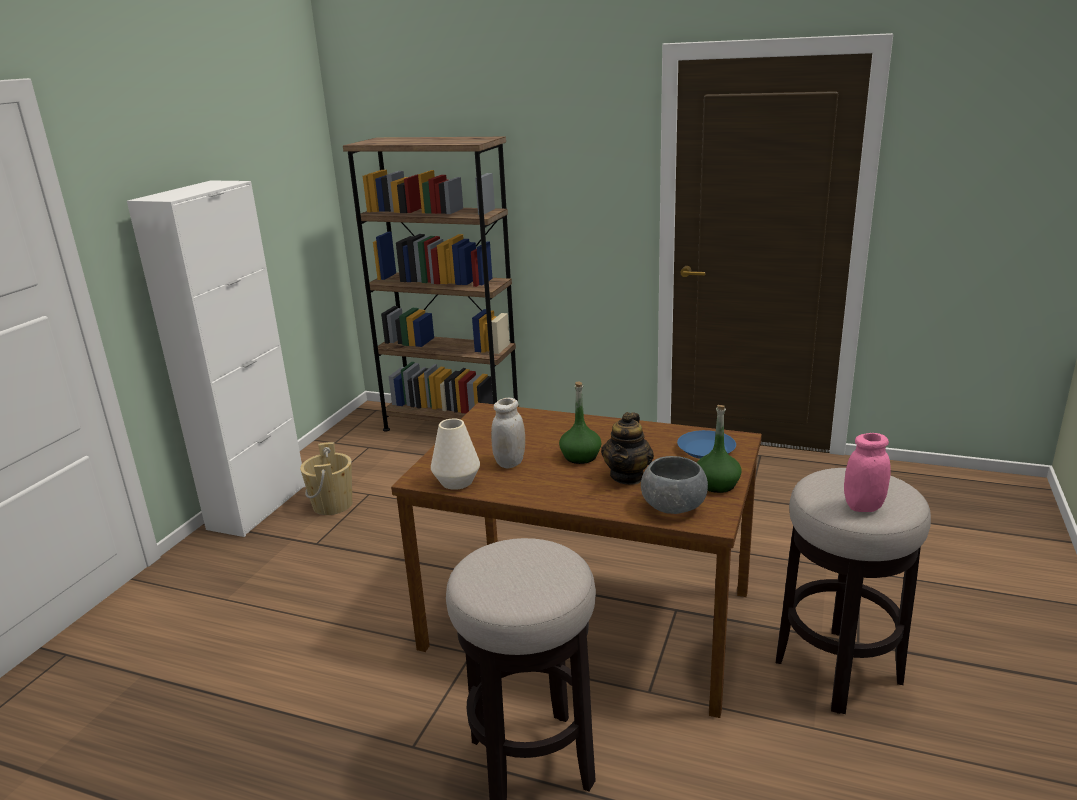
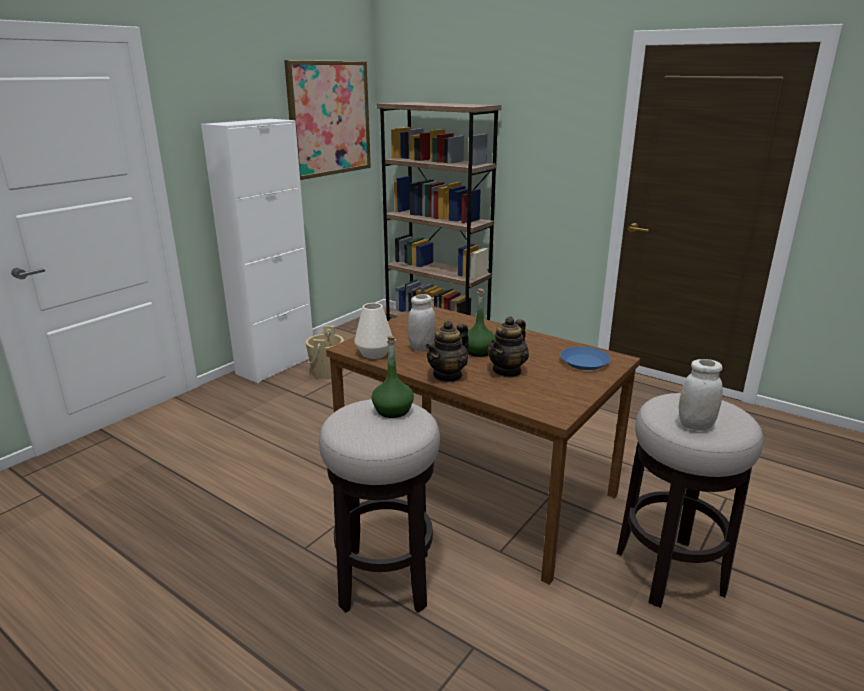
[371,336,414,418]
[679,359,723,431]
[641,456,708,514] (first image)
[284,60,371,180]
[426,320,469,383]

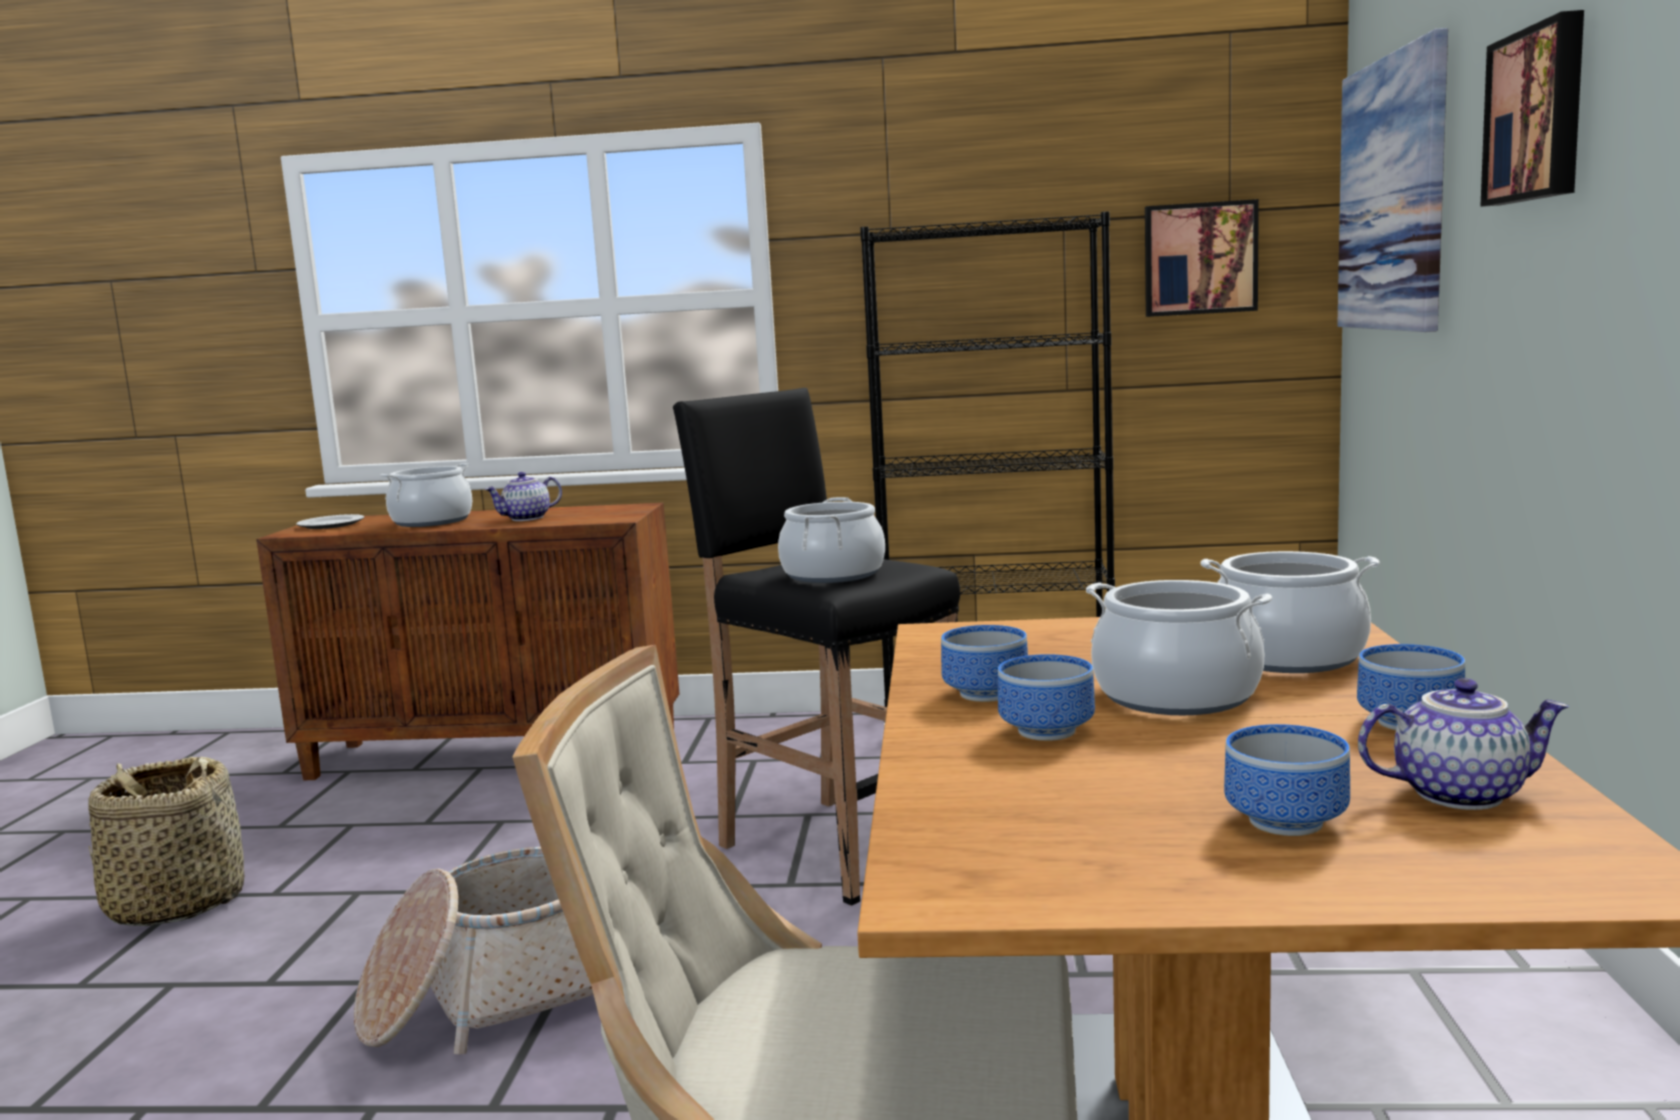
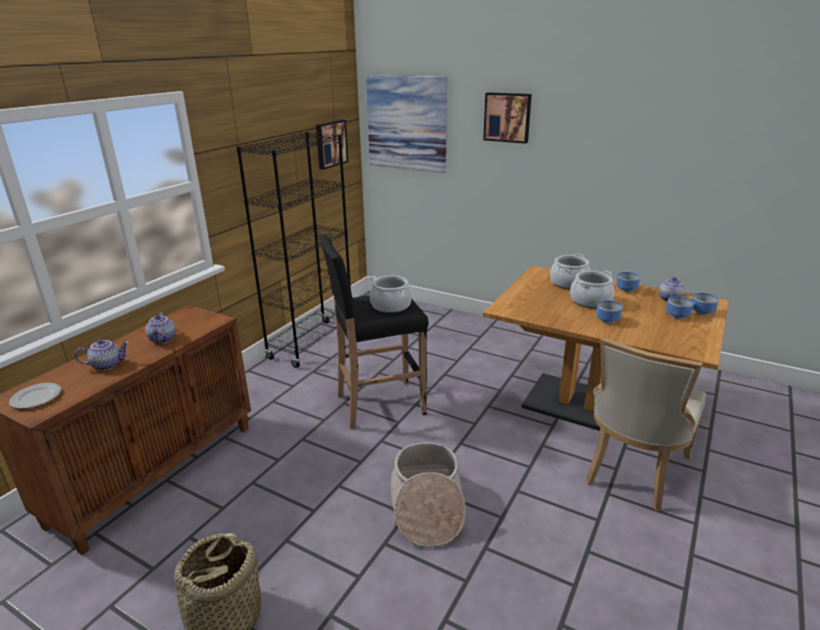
[75,339,129,371]
[692,293,719,315]

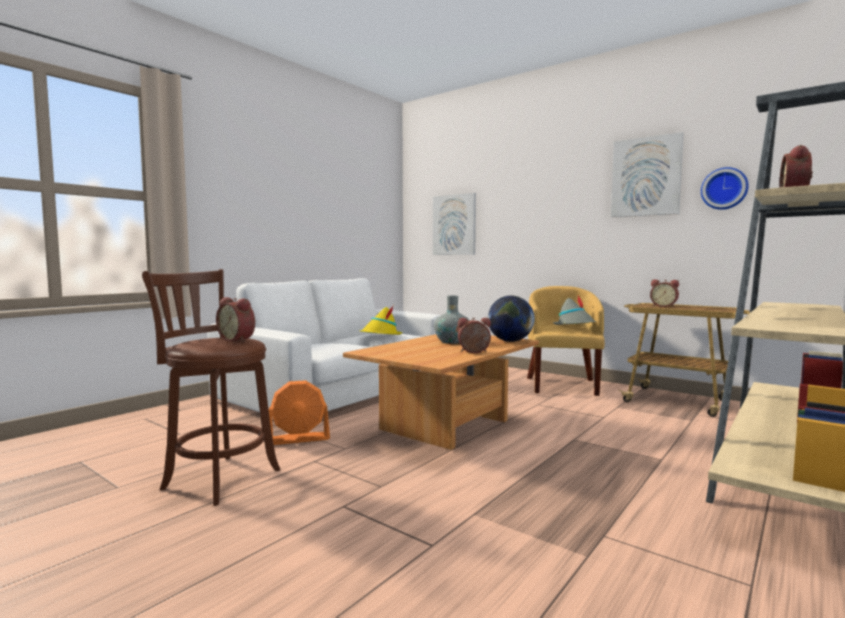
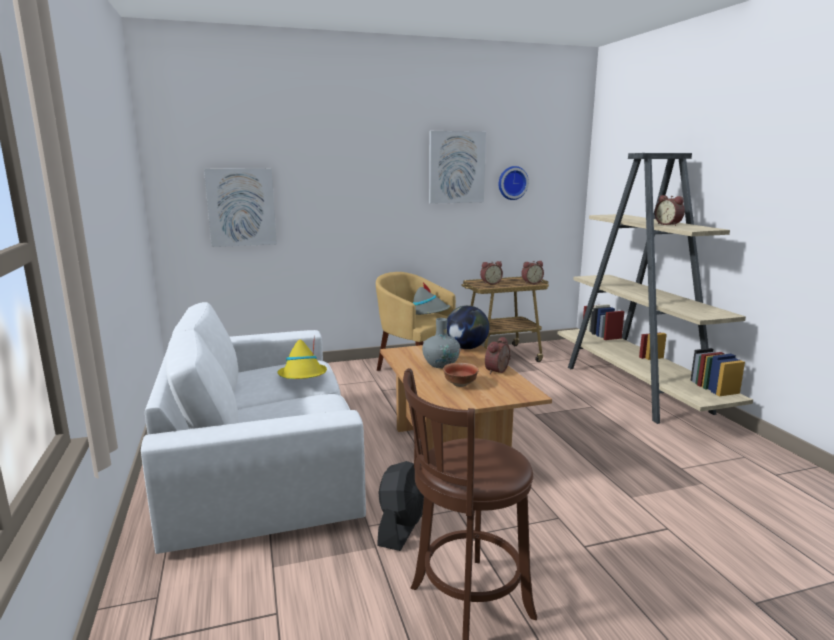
[521,261,544,284]
[377,461,424,551]
[443,363,479,387]

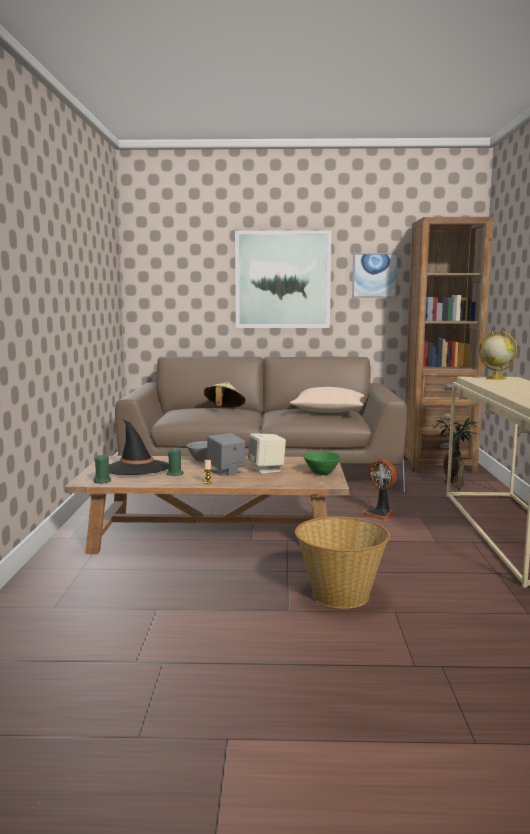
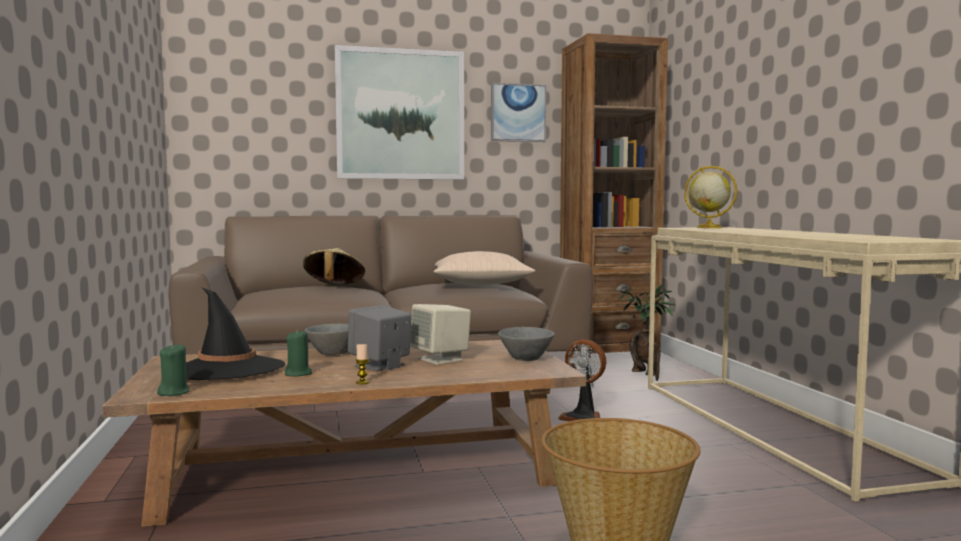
[498,327,555,361]

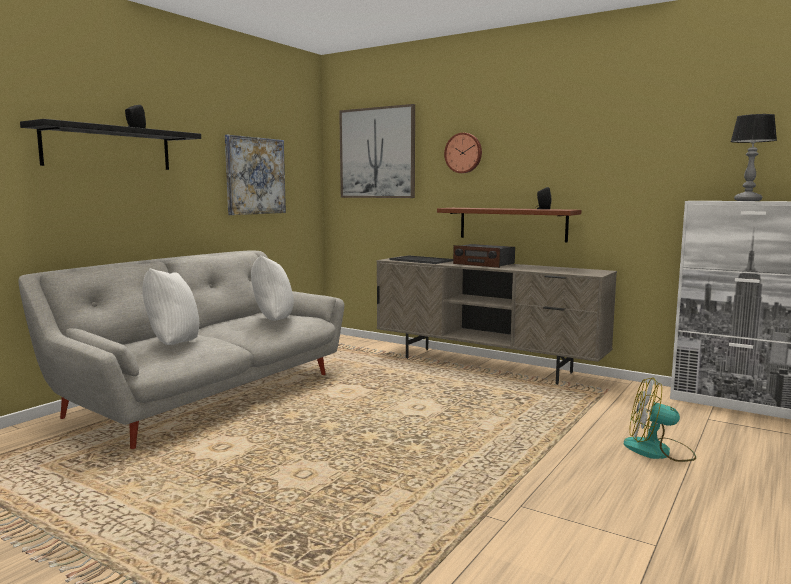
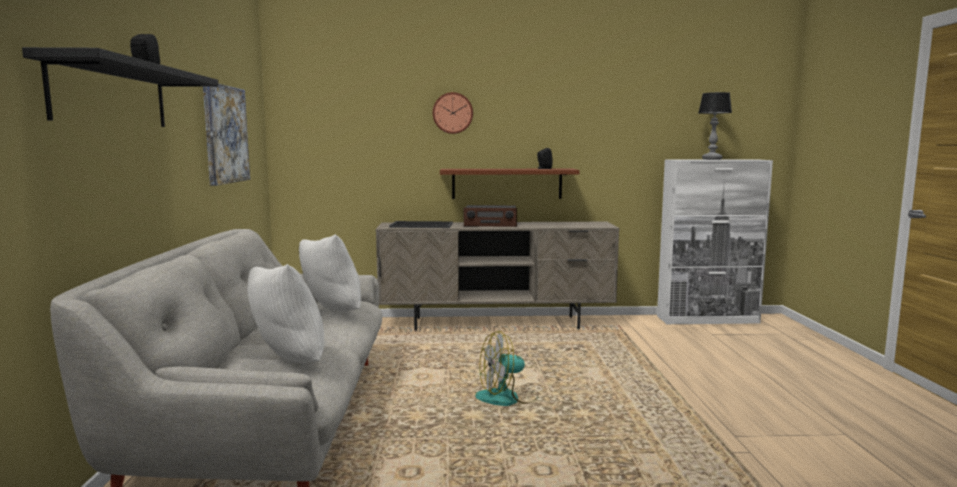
[339,104,415,198] (first image)
[475,331,538,406]

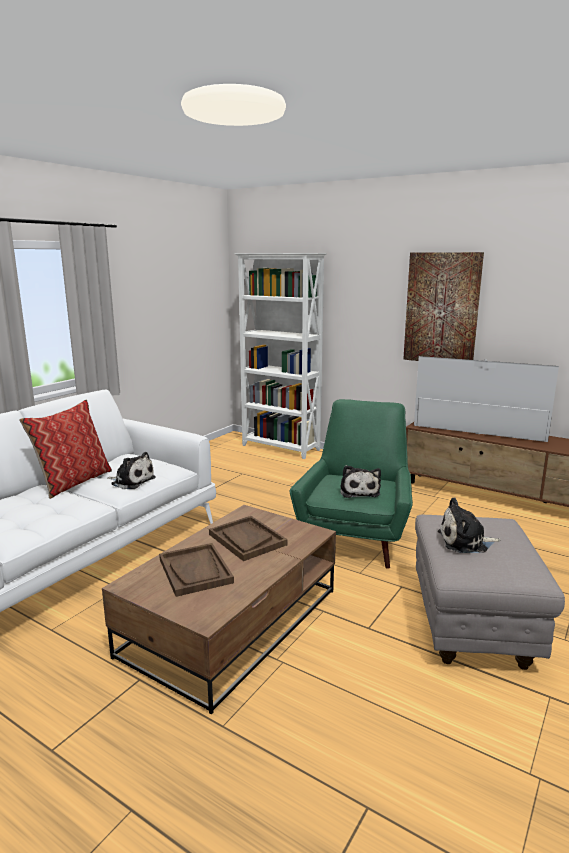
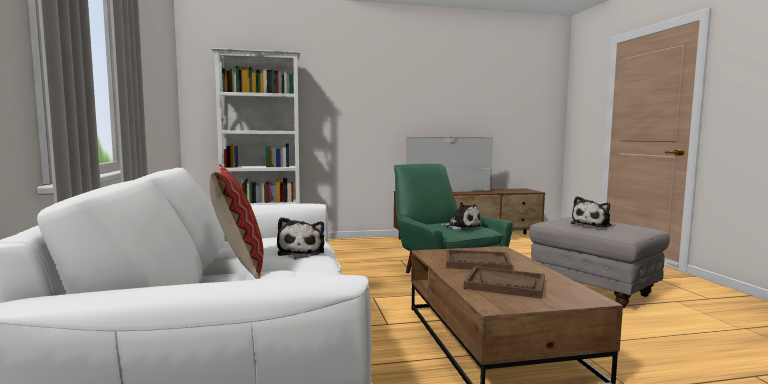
[403,252,484,361] (first image)
[277,217,324,256]

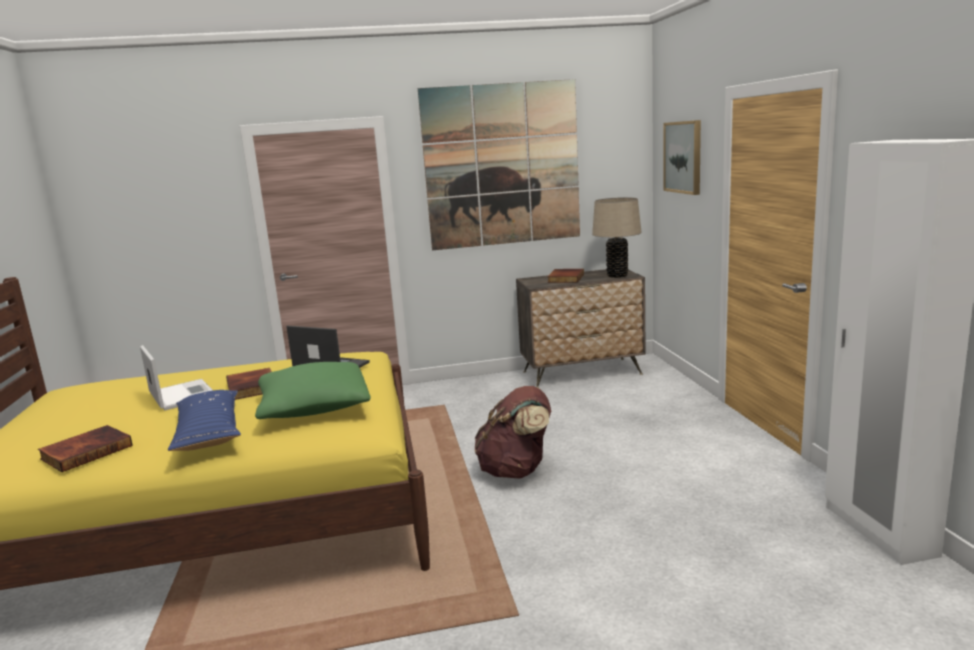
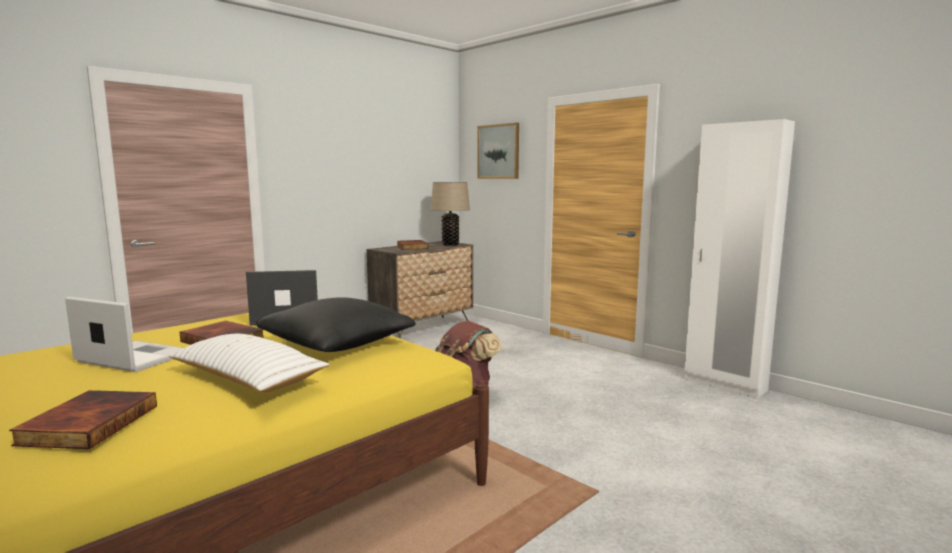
[418,79,580,250] (first image)
[257,297,416,352]
[169,334,330,392]

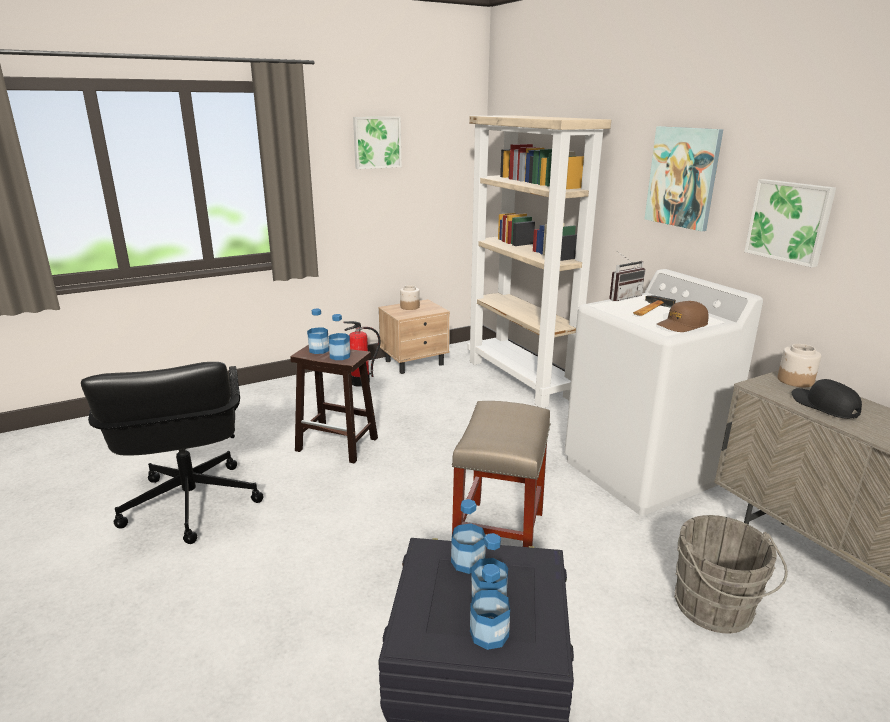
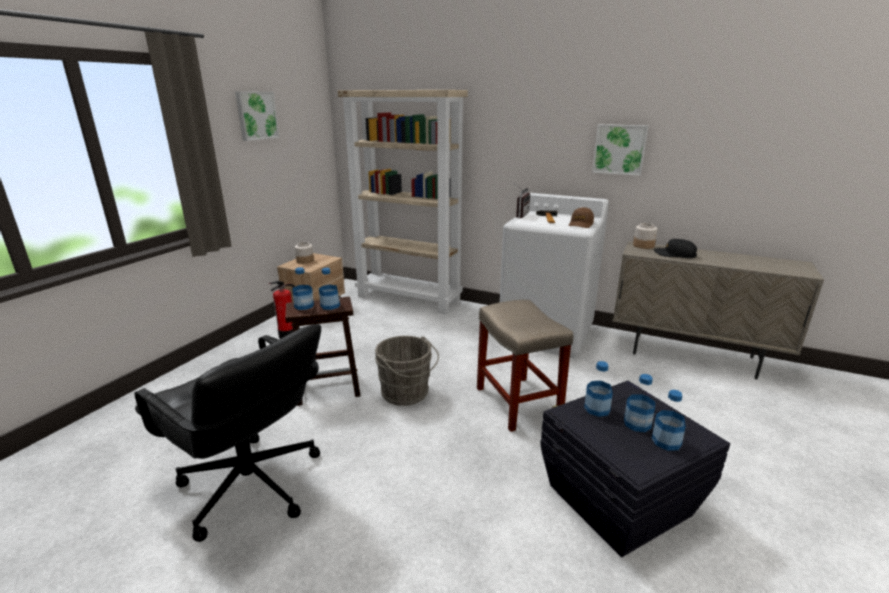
[645,126,723,232] (first image)
[375,336,439,406]

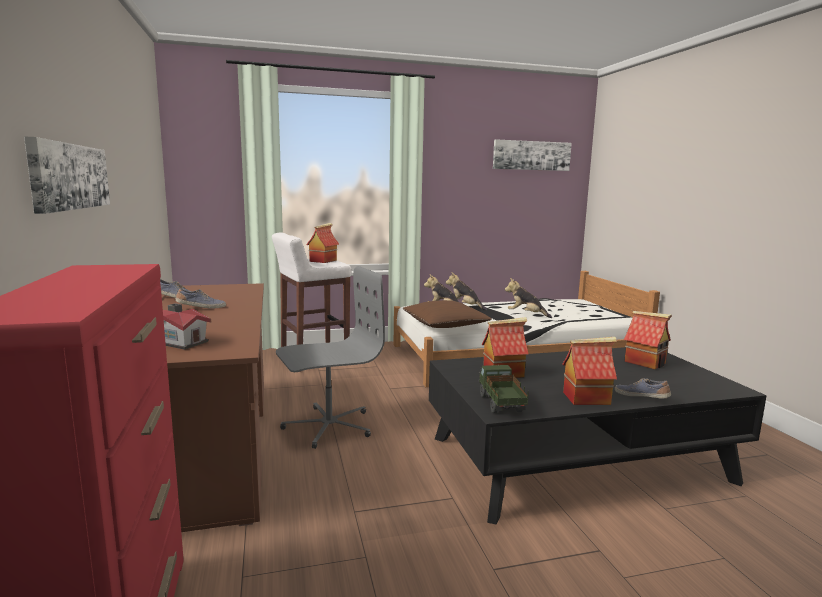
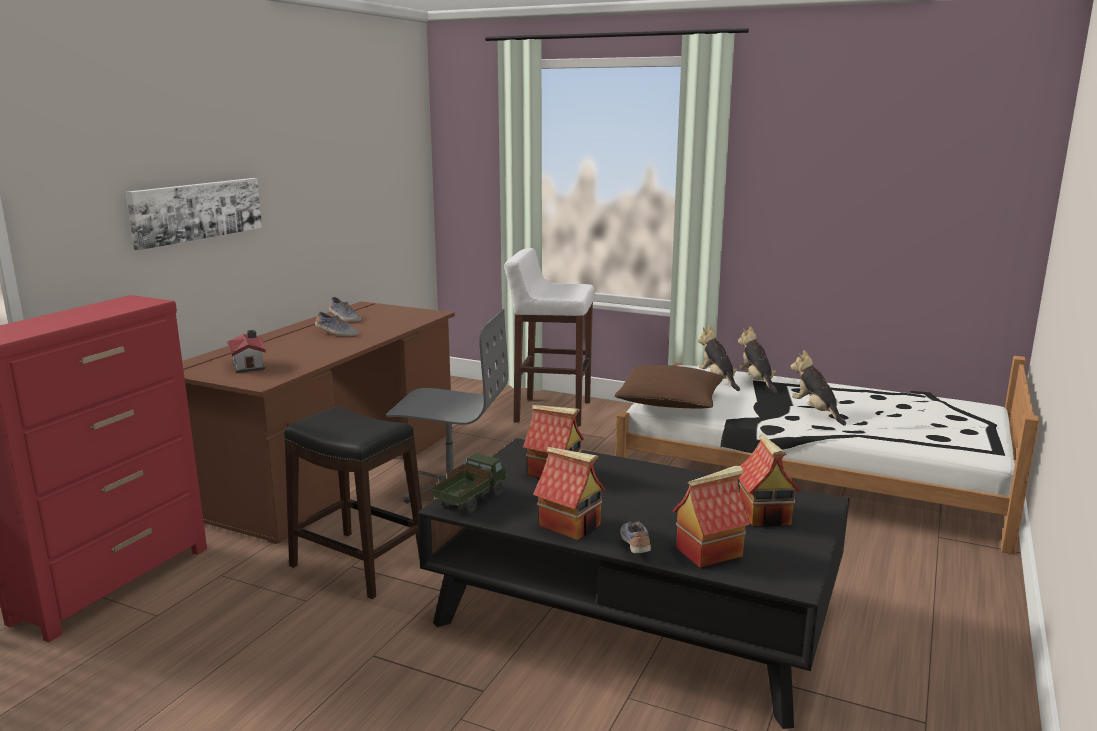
[493,140,572,171] (first image)
[672,466,751,568]
[284,407,422,599]

